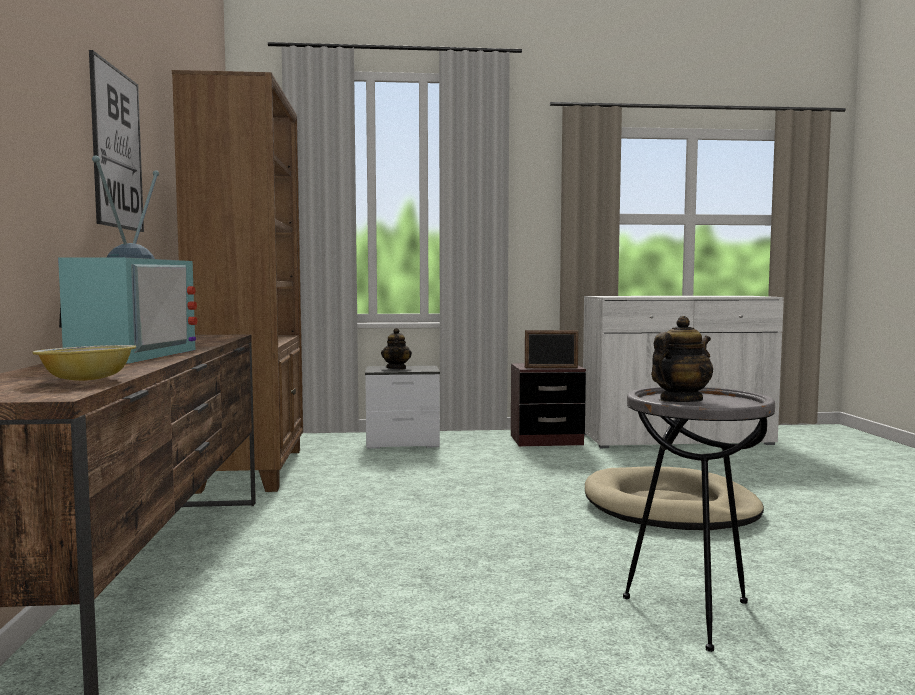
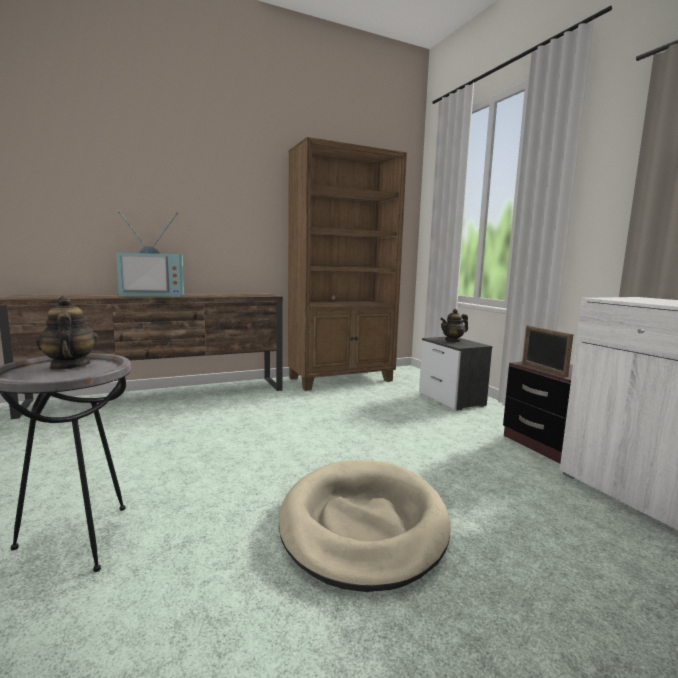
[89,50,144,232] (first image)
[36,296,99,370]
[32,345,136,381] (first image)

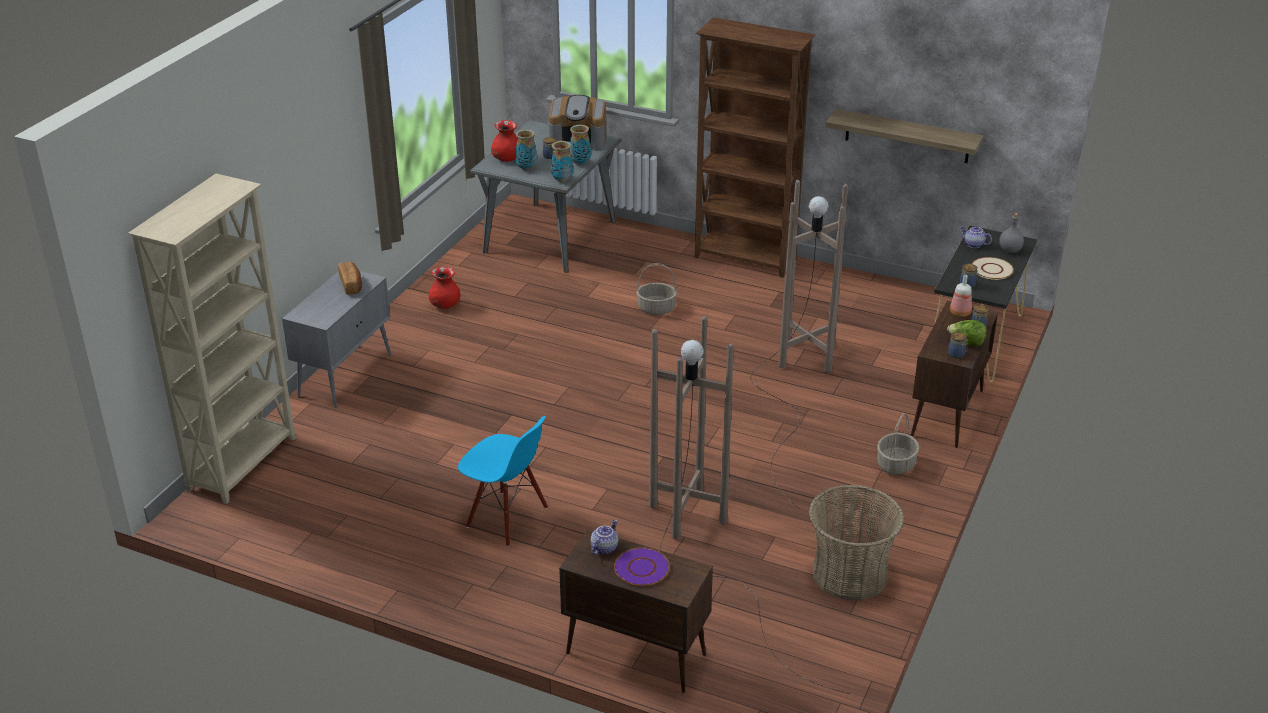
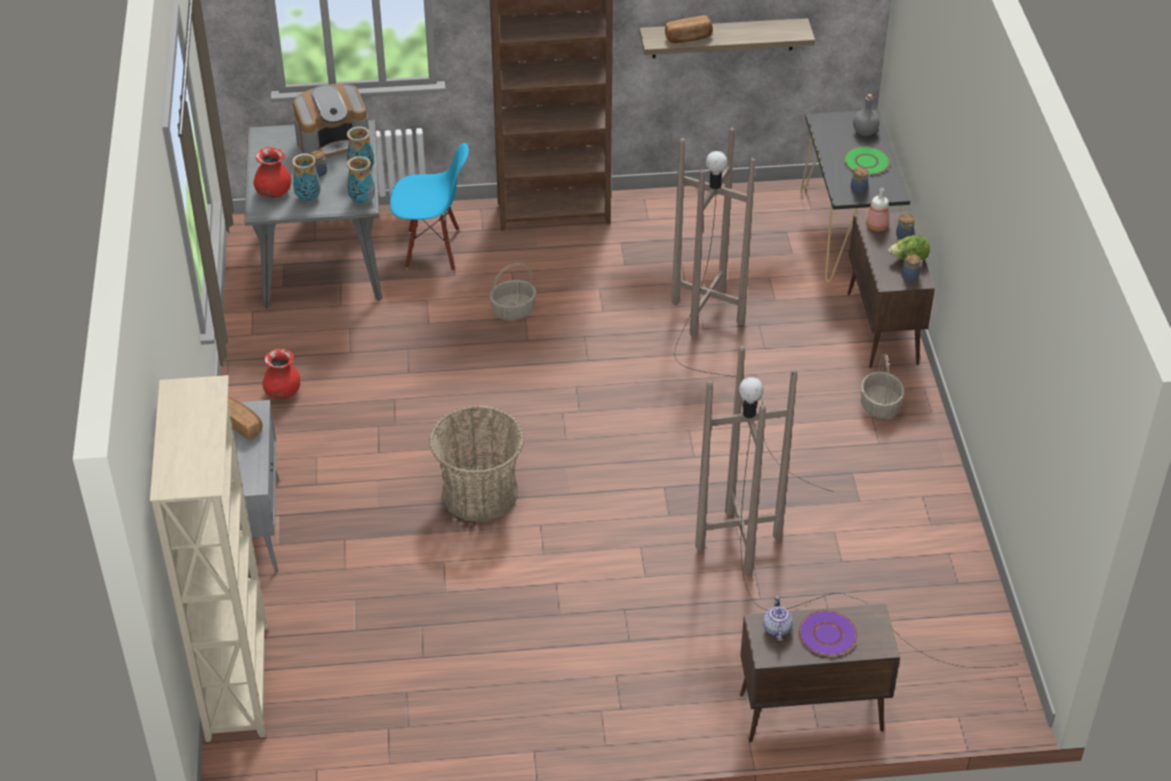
[960,226,992,248] (first image)
[844,146,890,175]
[390,143,469,271]
[429,405,525,522]
[665,16,713,43]

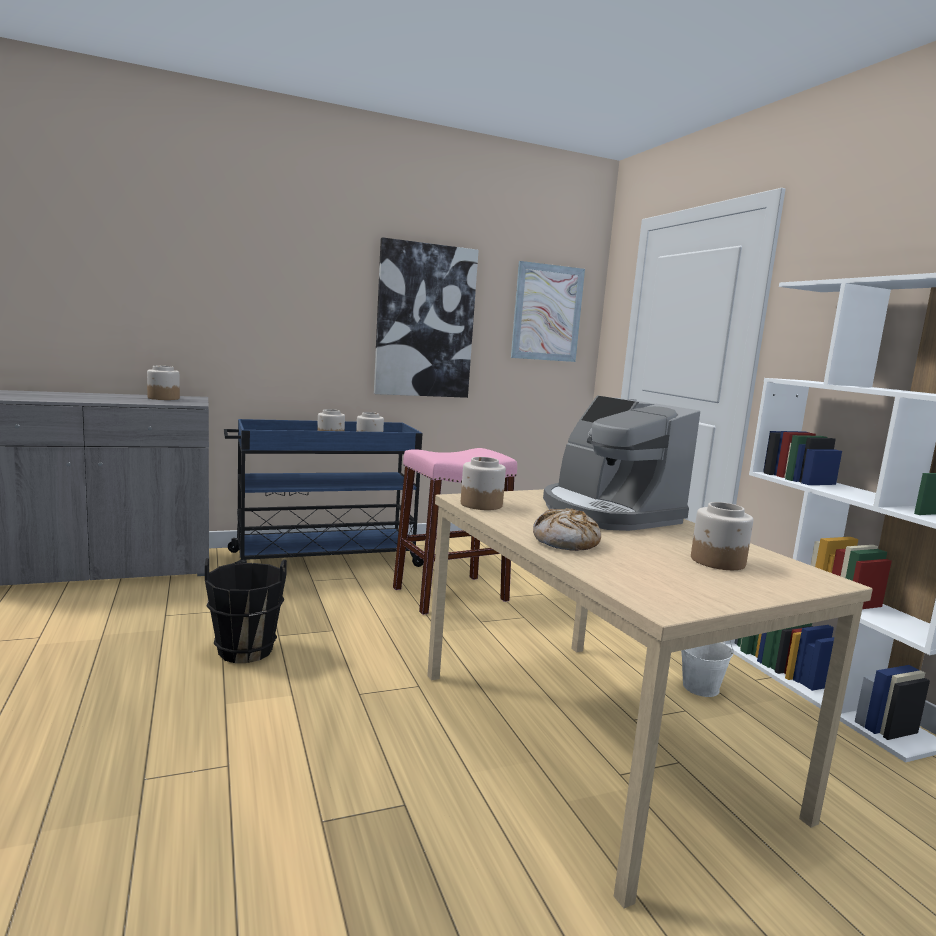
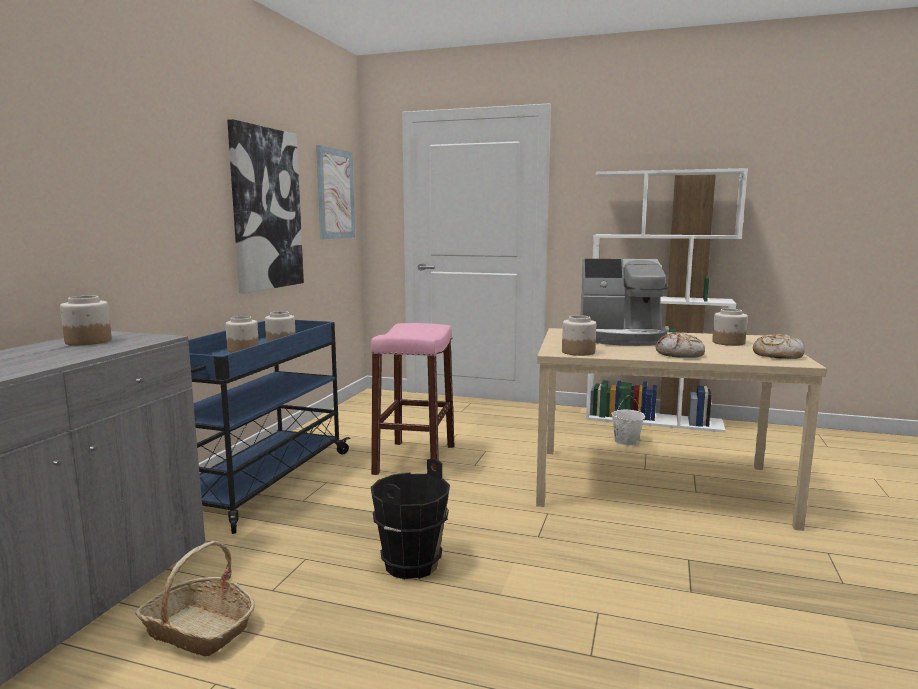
[753,334,804,359]
[135,541,255,656]

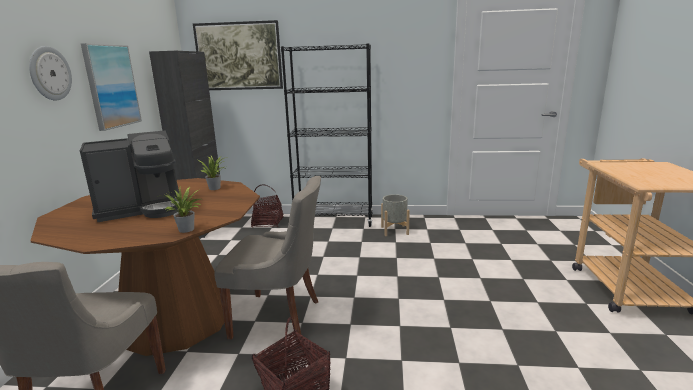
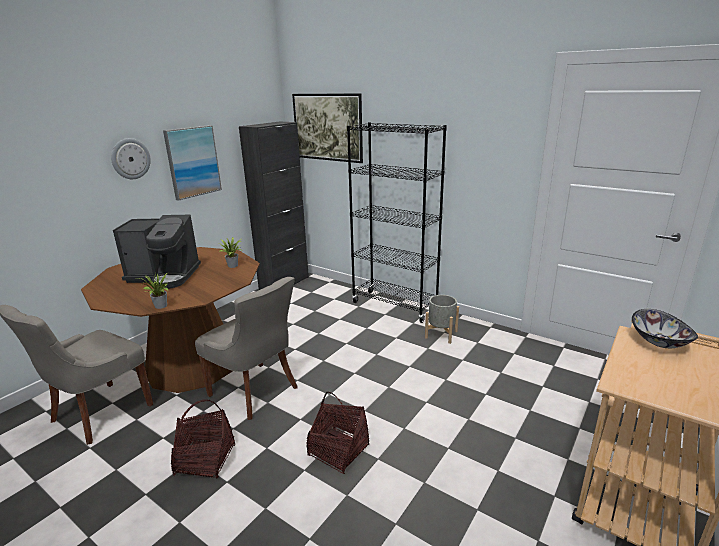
[307,392,370,474]
[632,309,698,348]

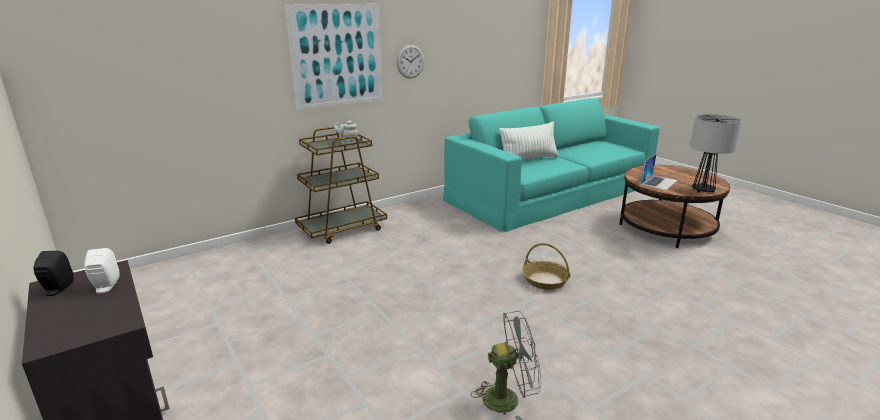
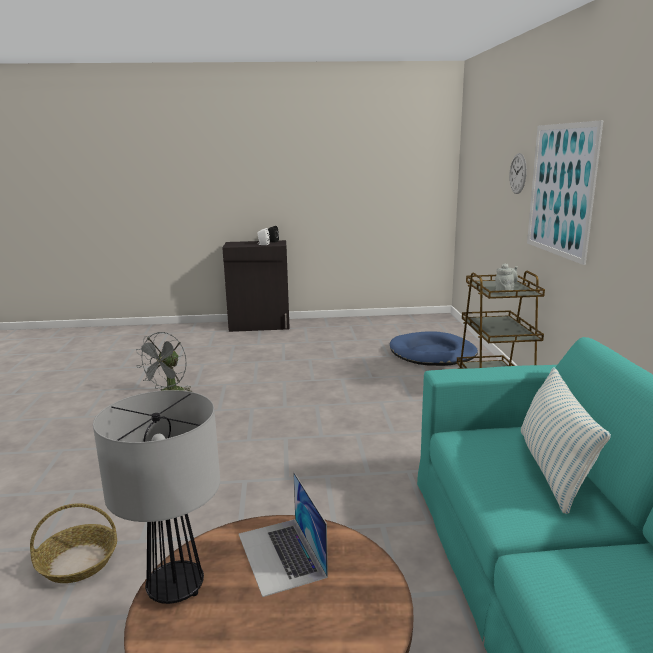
[509,153,527,194]
[30,503,117,583]
[390,331,478,366]

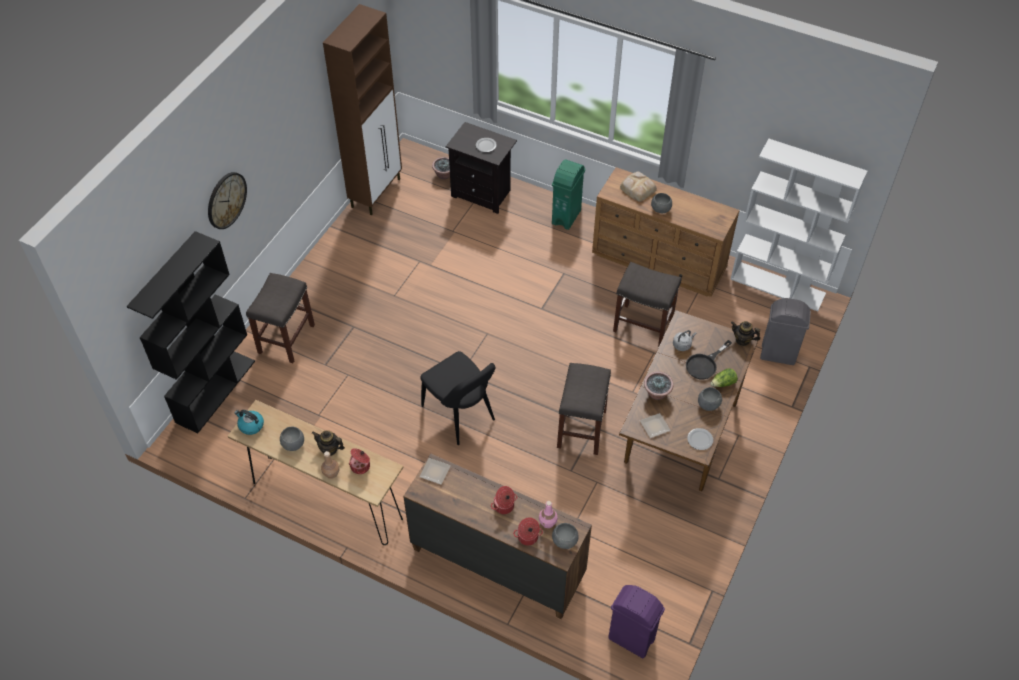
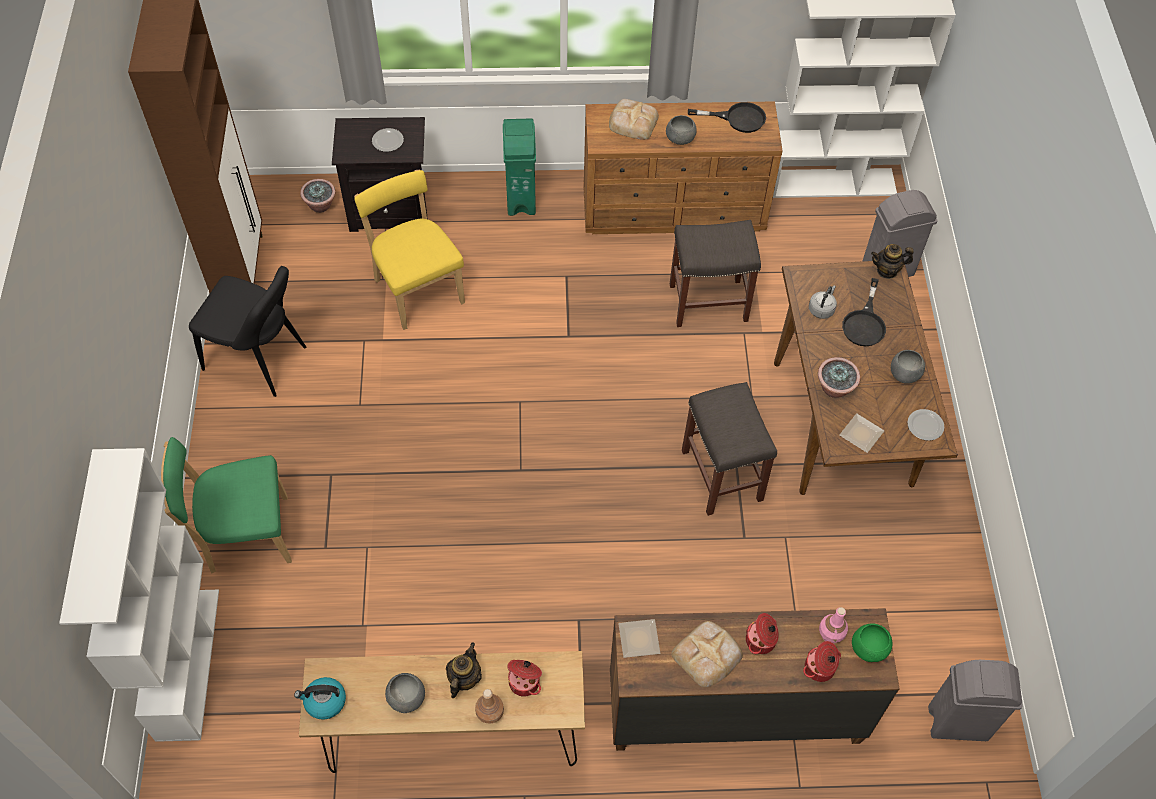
[208,172,247,229] (first image)
[59,448,219,742]
[161,437,292,573]
[189,266,306,397]
[710,368,738,387] (first image)
[446,643,482,698]
[852,623,893,662]
[928,660,1023,741]
[688,102,766,133]
[354,170,465,330]
[672,621,743,687]

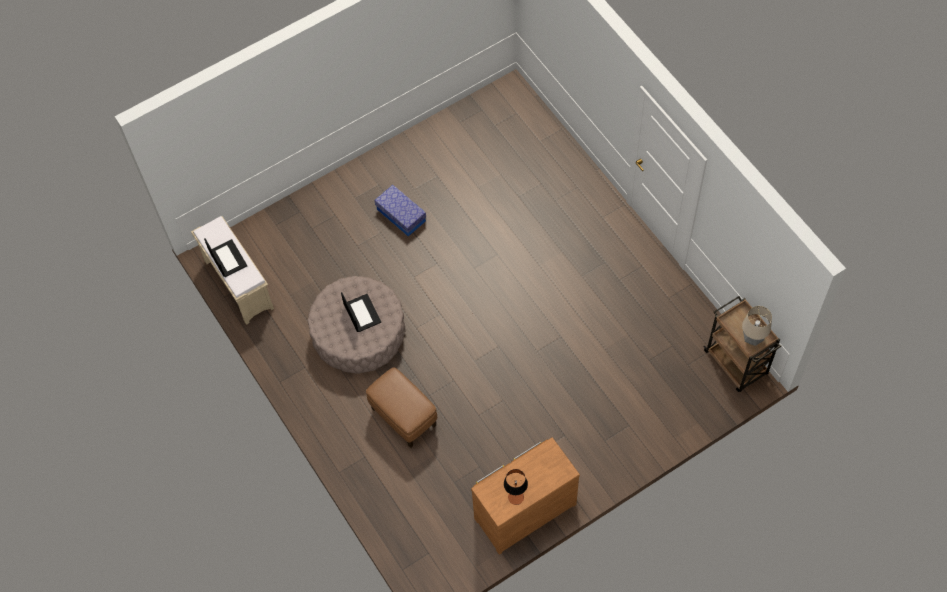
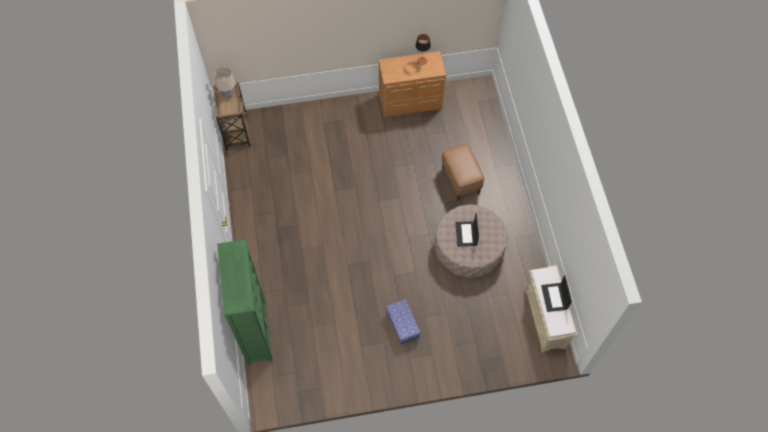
[217,239,273,365]

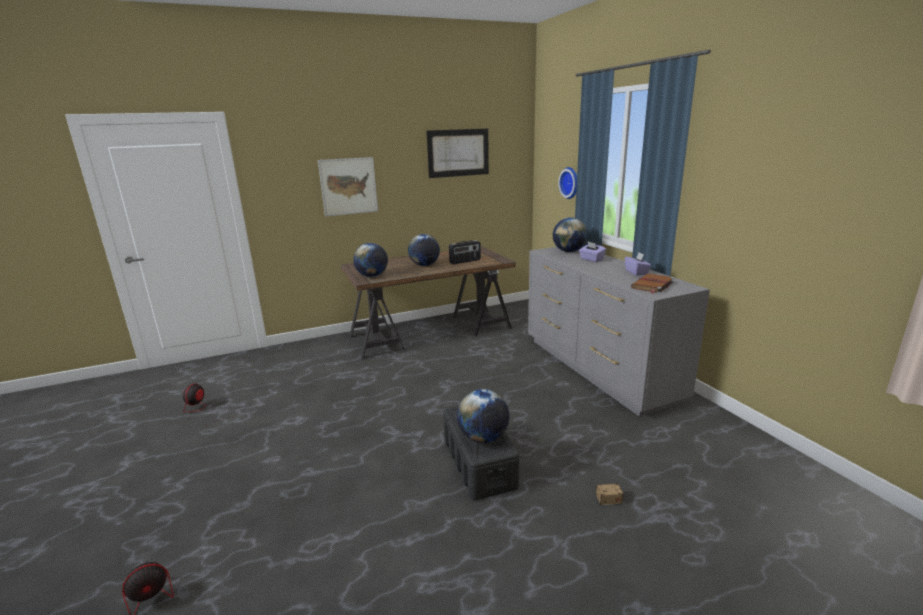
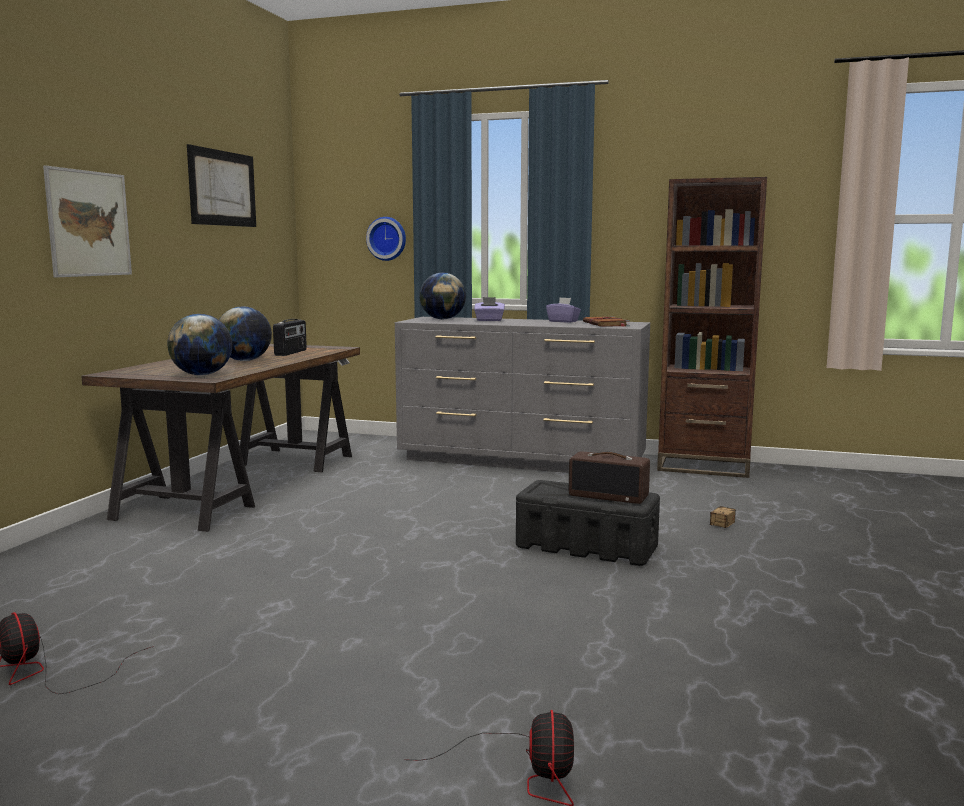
[569,451,650,504]
[657,177,767,478]

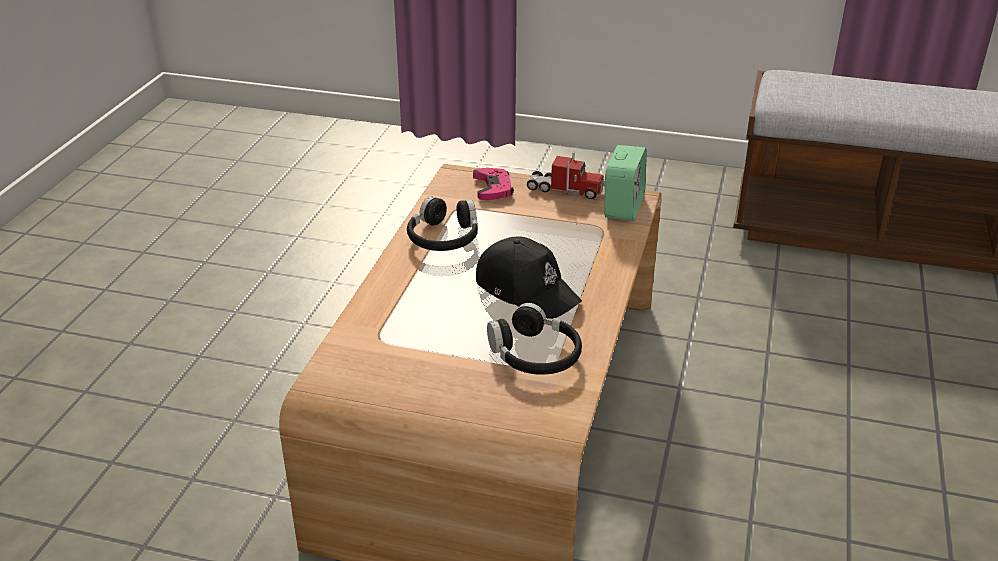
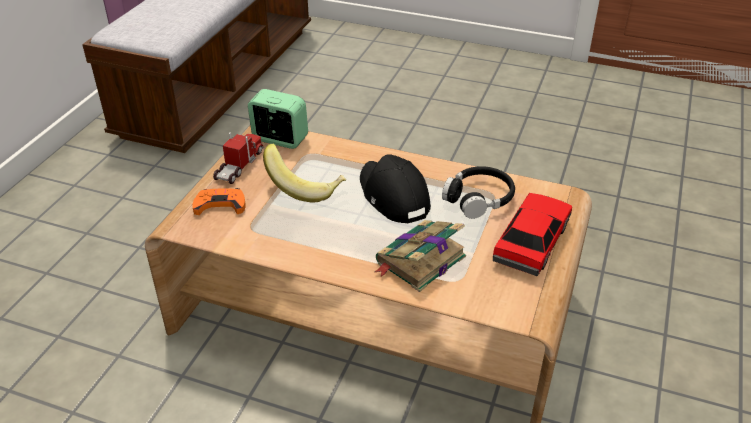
[192,188,246,215]
[407,196,478,251] (first image)
[360,155,431,223]
[263,144,346,202]
[493,193,572,276]
[375,220,466,292]

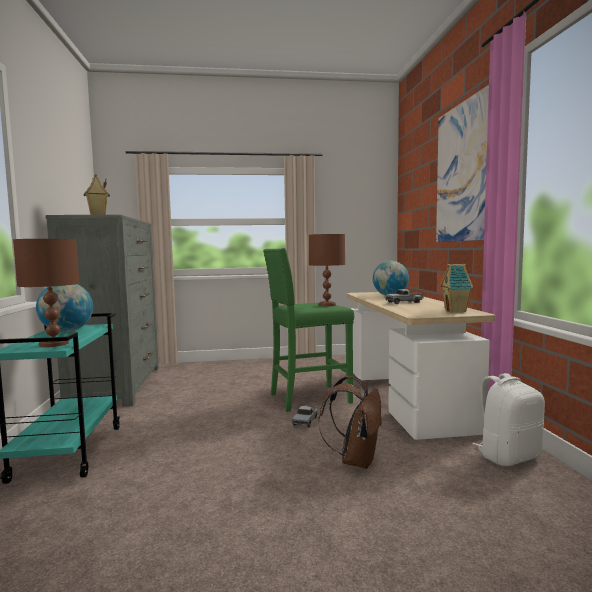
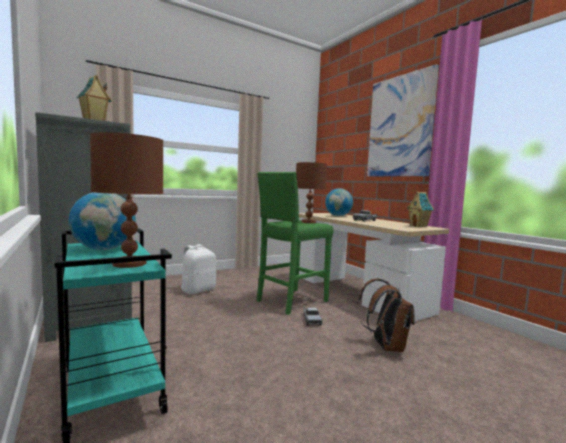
[181,244,216,294]

